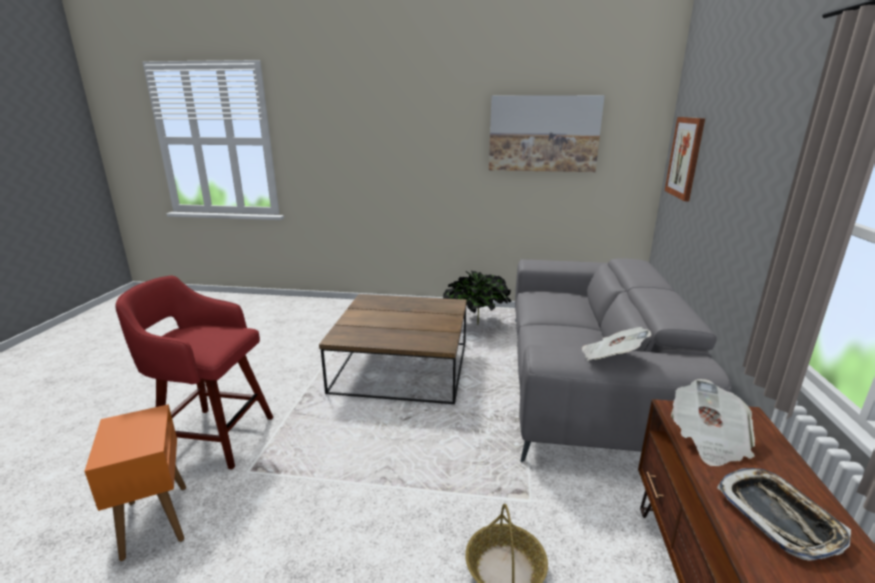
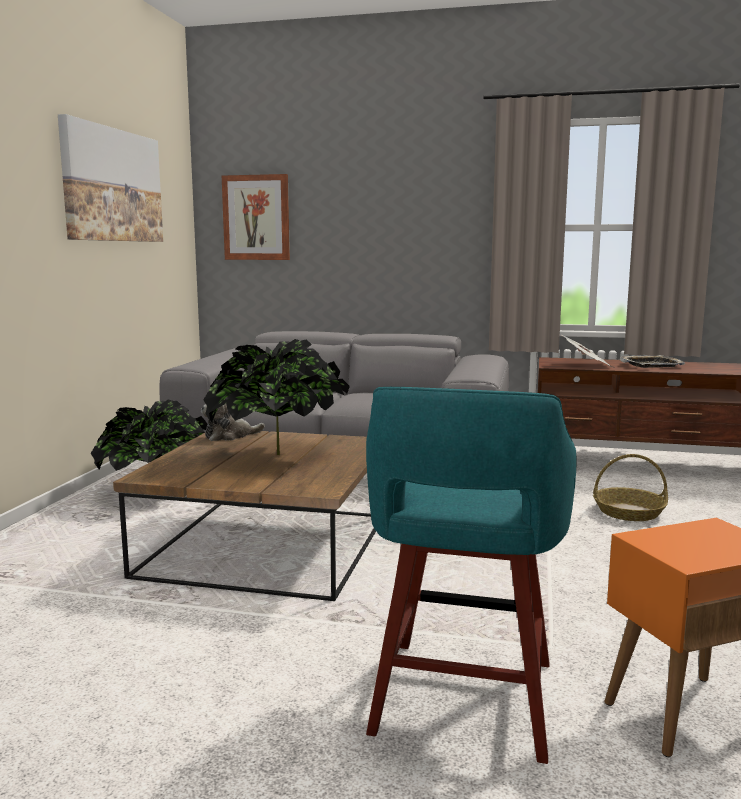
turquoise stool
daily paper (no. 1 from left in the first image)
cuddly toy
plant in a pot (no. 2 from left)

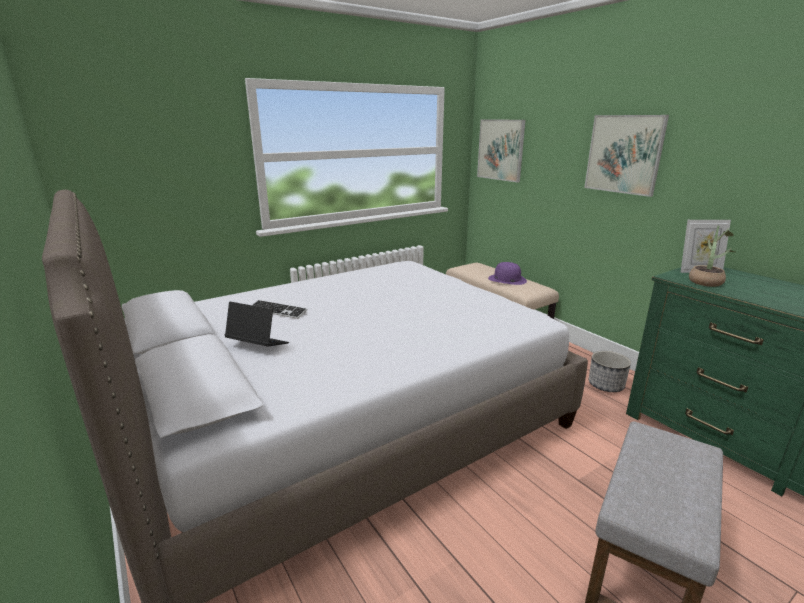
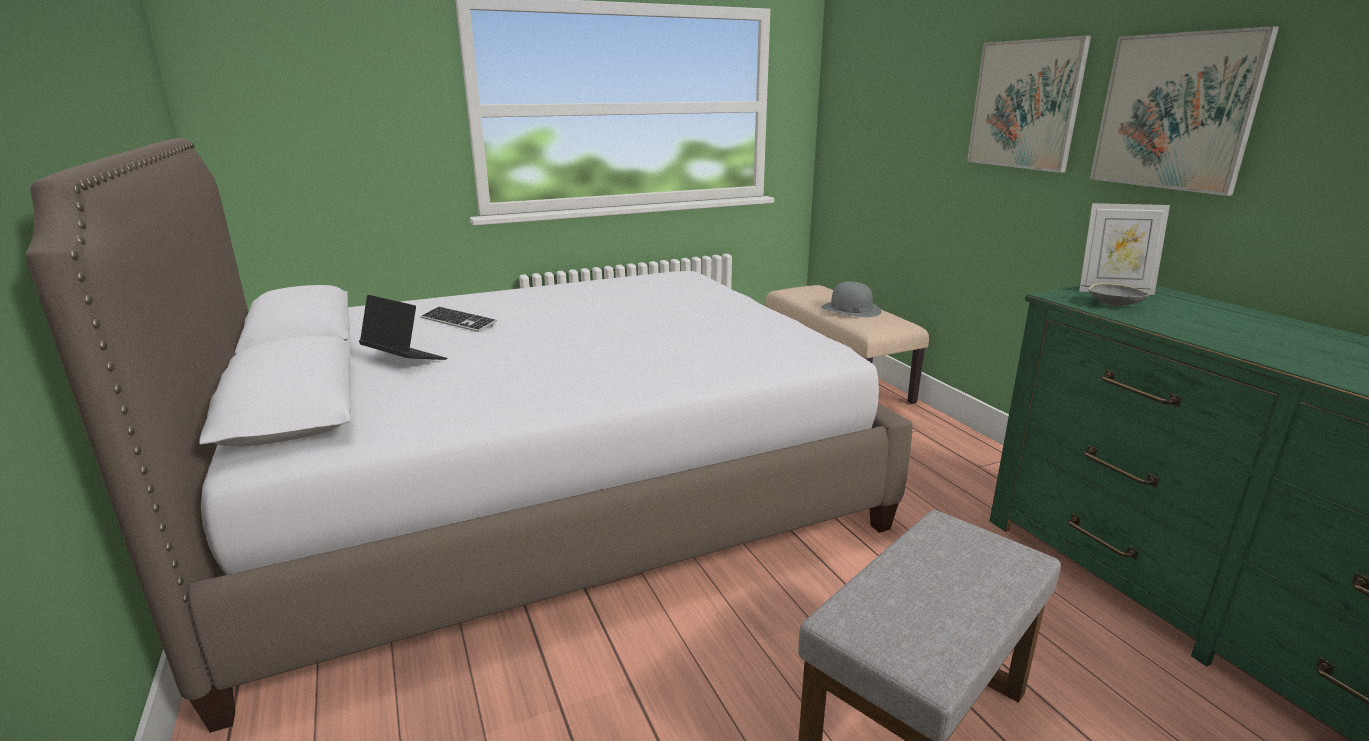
picture (no. 2 from left)
grey wearable hat
plant pot
grey deep dish

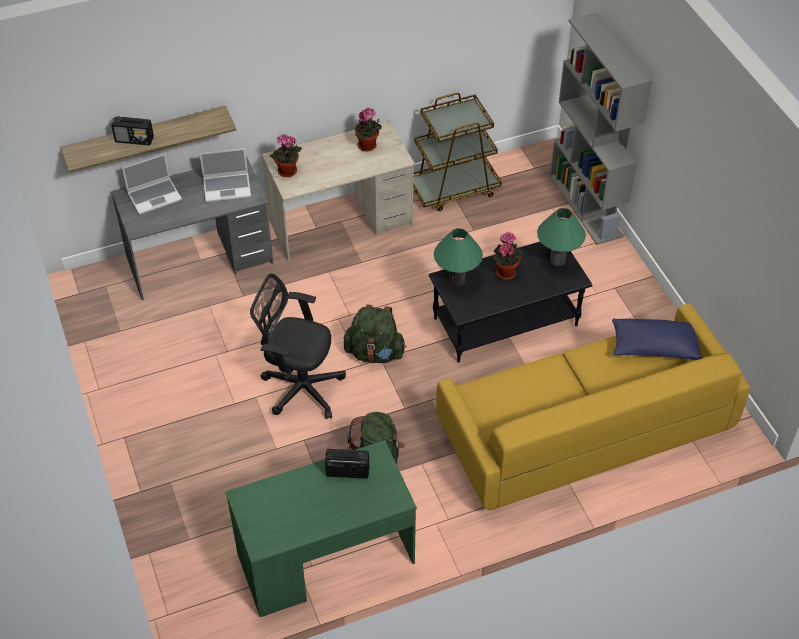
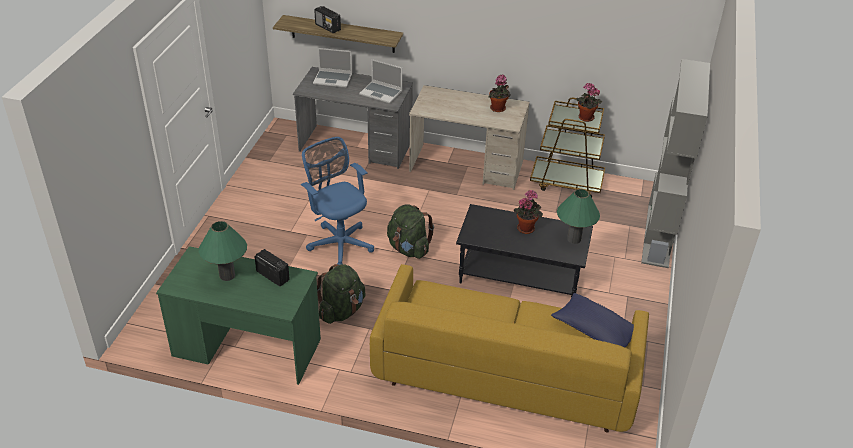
blue computer chair
plant in a pot (no. 3 from left)
green lamp for a table (no. 1 from left)

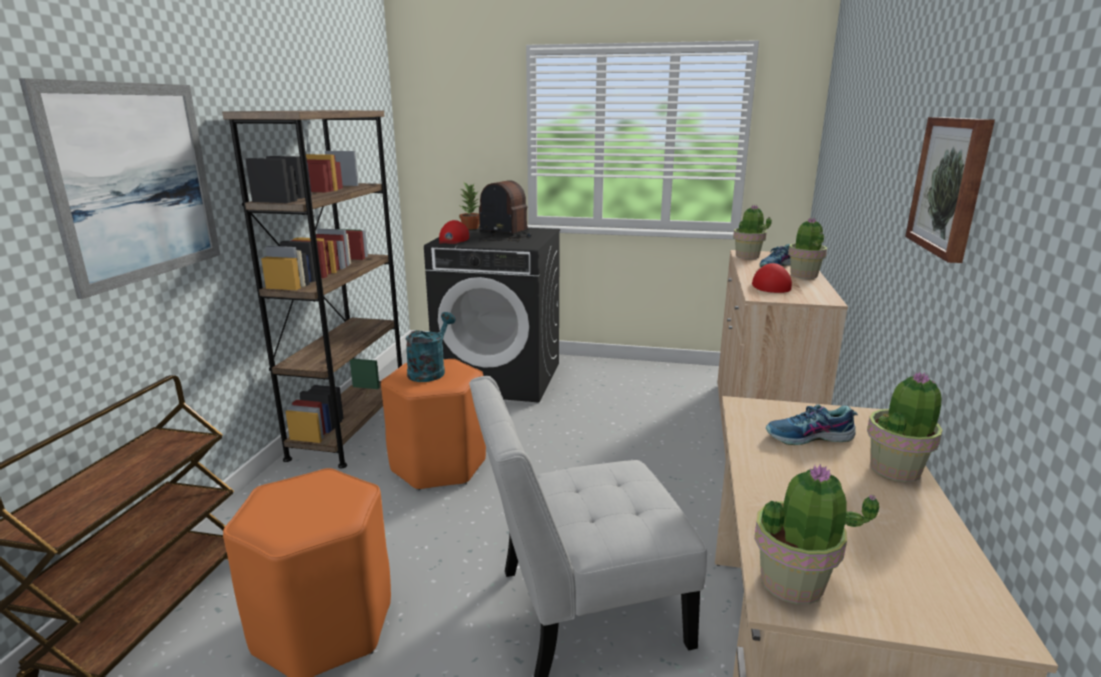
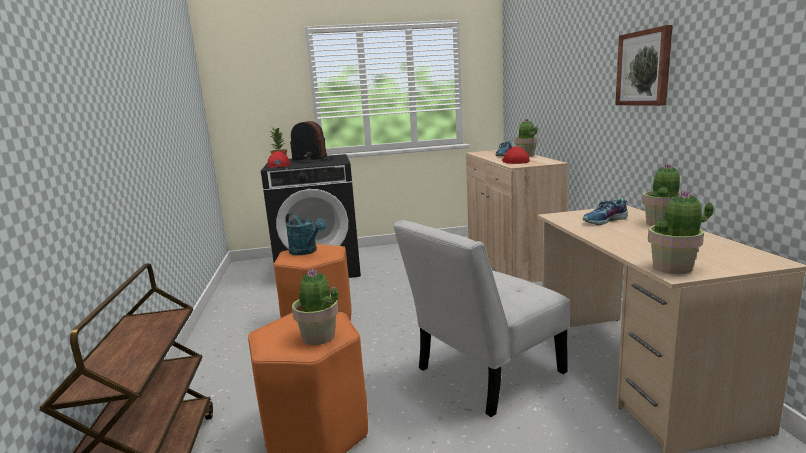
picture (no. 1 from left in the first image)
brownish bookshelf
turquoise watering pot
plant in a pot (no. 2 from left)

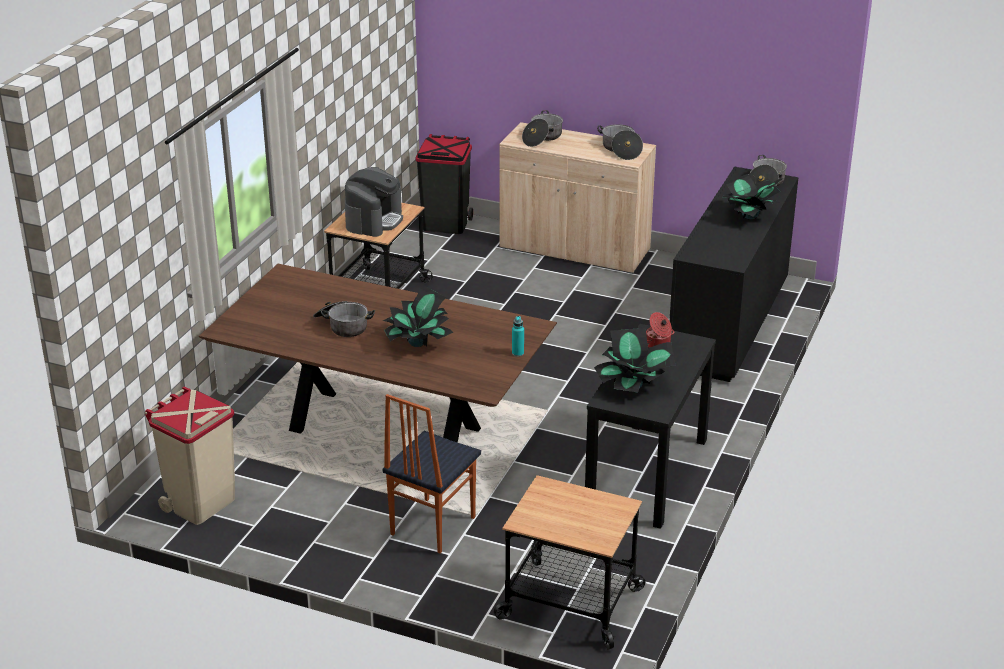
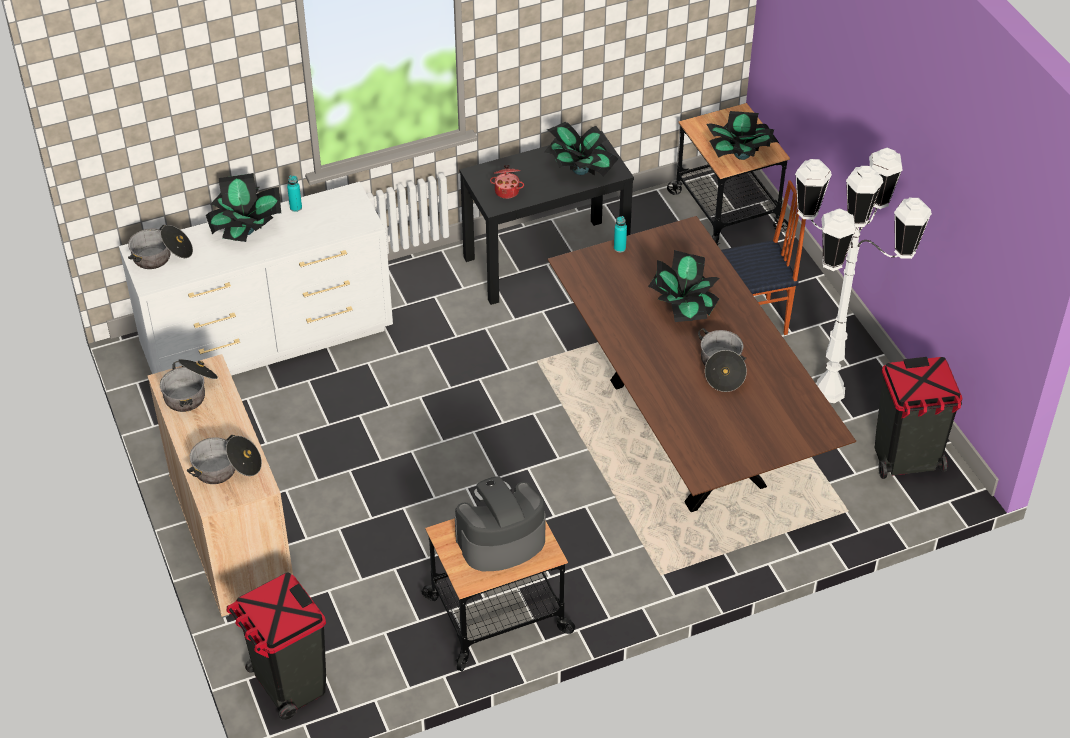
black-coloured waste bin (no. 2 from left)
white-coloured drawer chest
turquoise beverage bottle (no. 1 from left)
plant in a pot (no. 4 from left)
white-coloured standing lamp

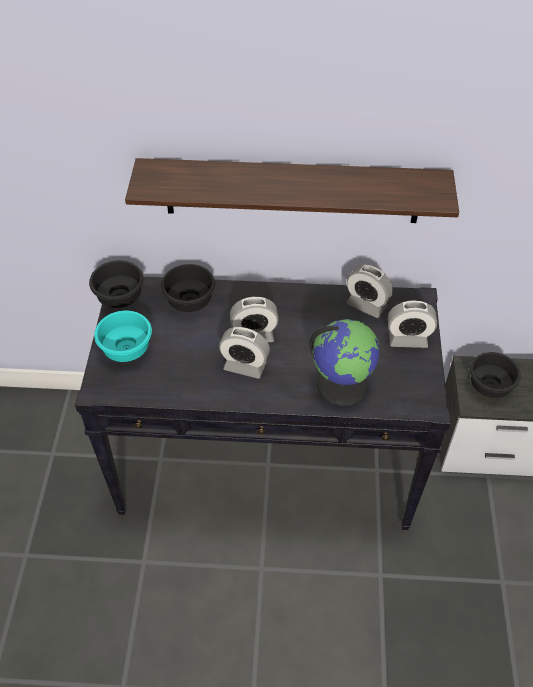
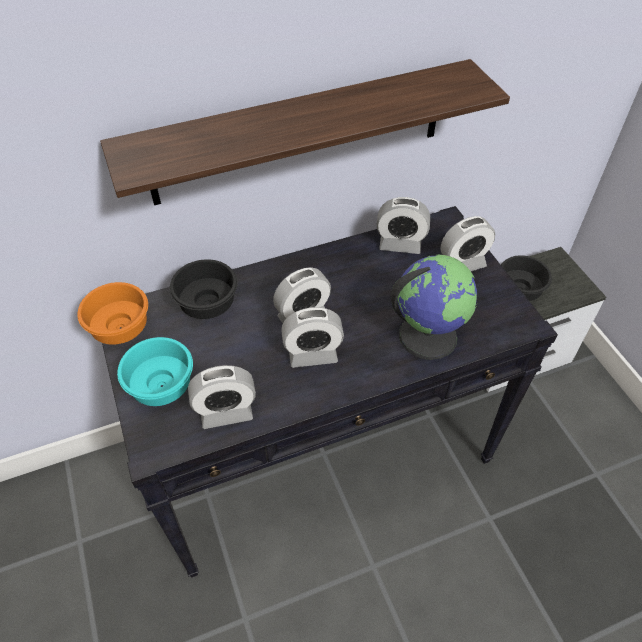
orangey deep dish
bedside clock (no. 1 from left)

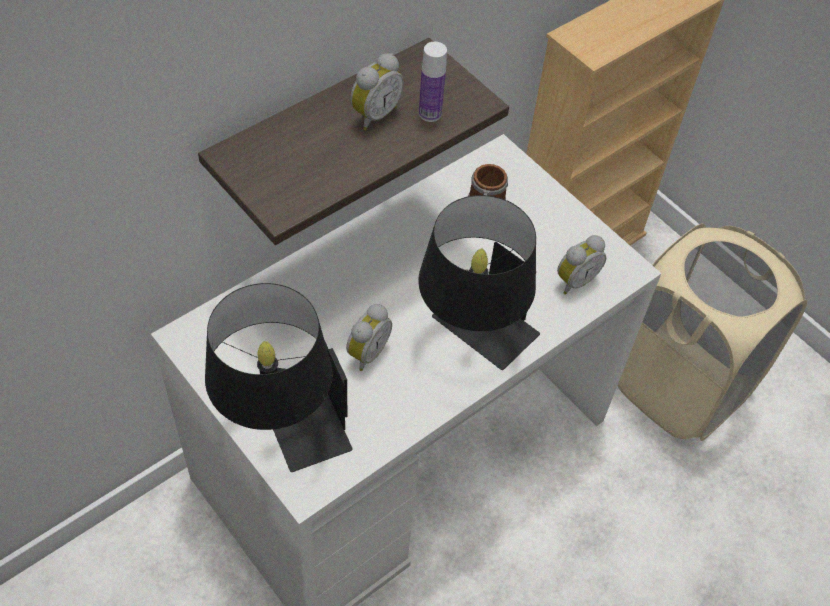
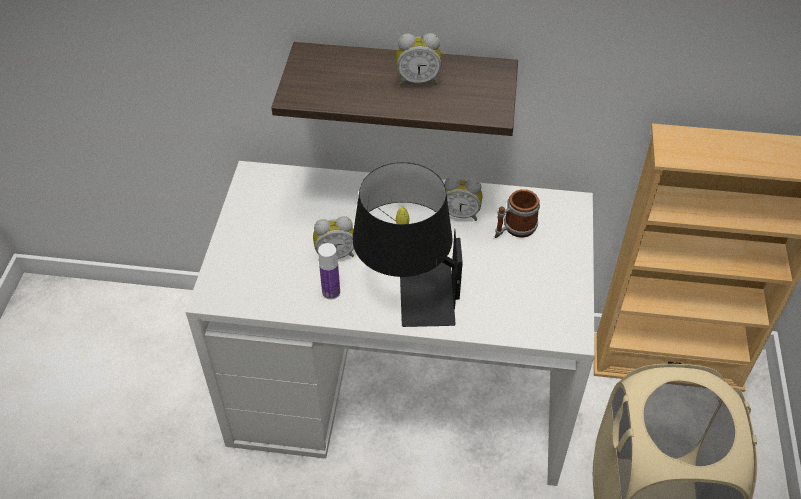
black-coloured lamp for a table (no. 1 from left in the first image)
beverage bottle
bedside clock (no. 3 from left)

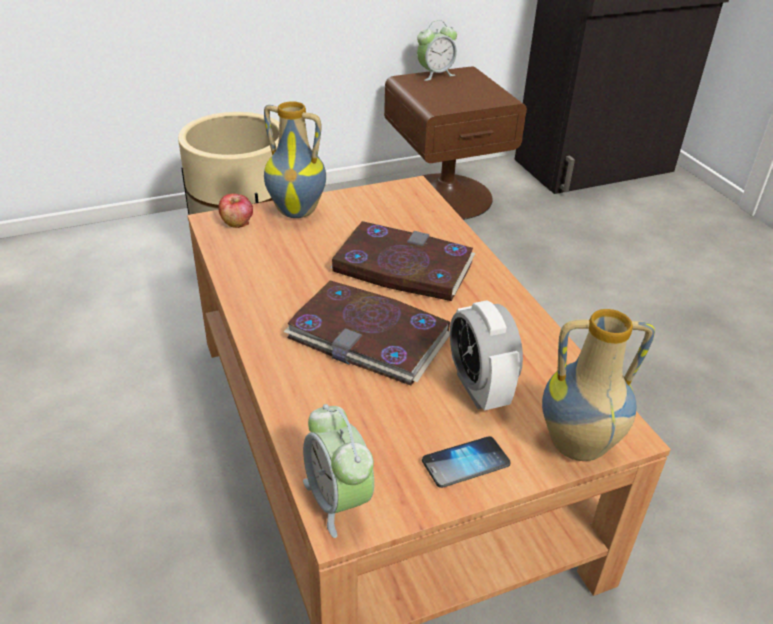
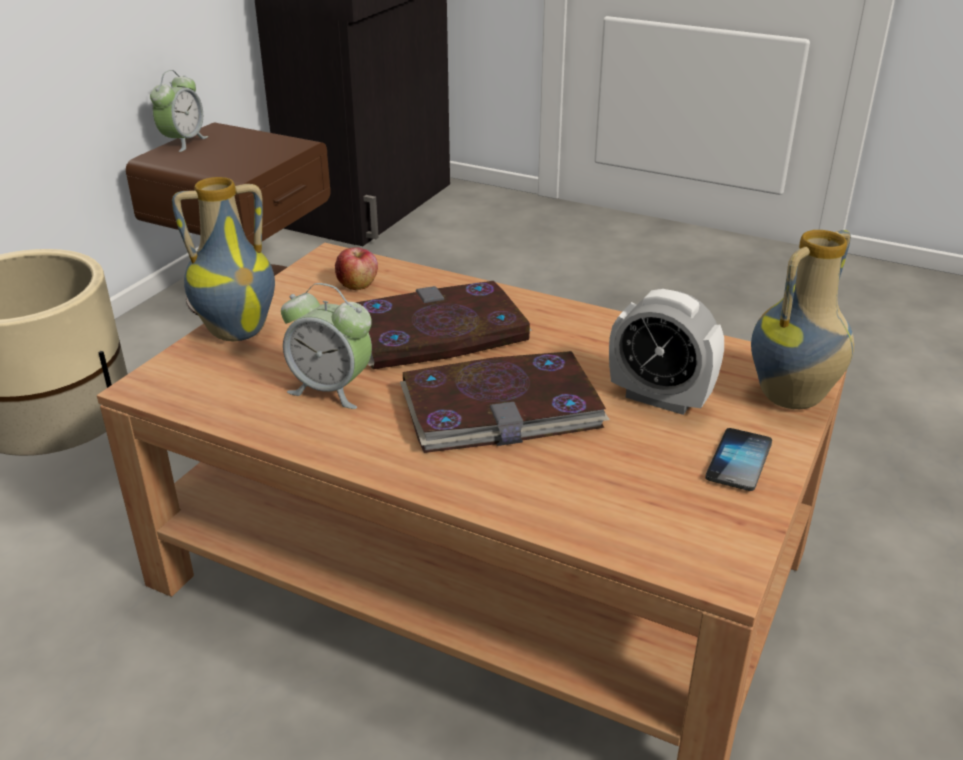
apple
bedside clock (no. 2 from left)

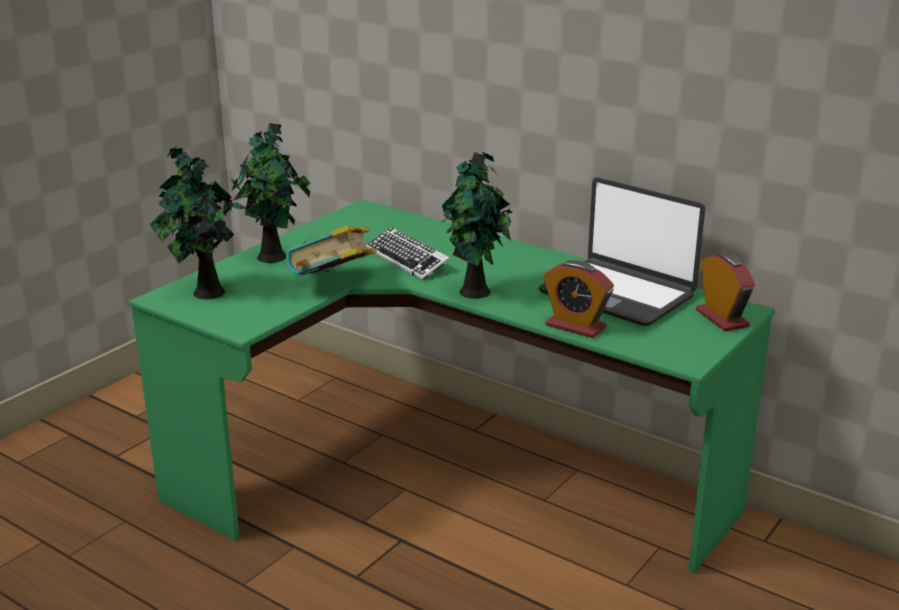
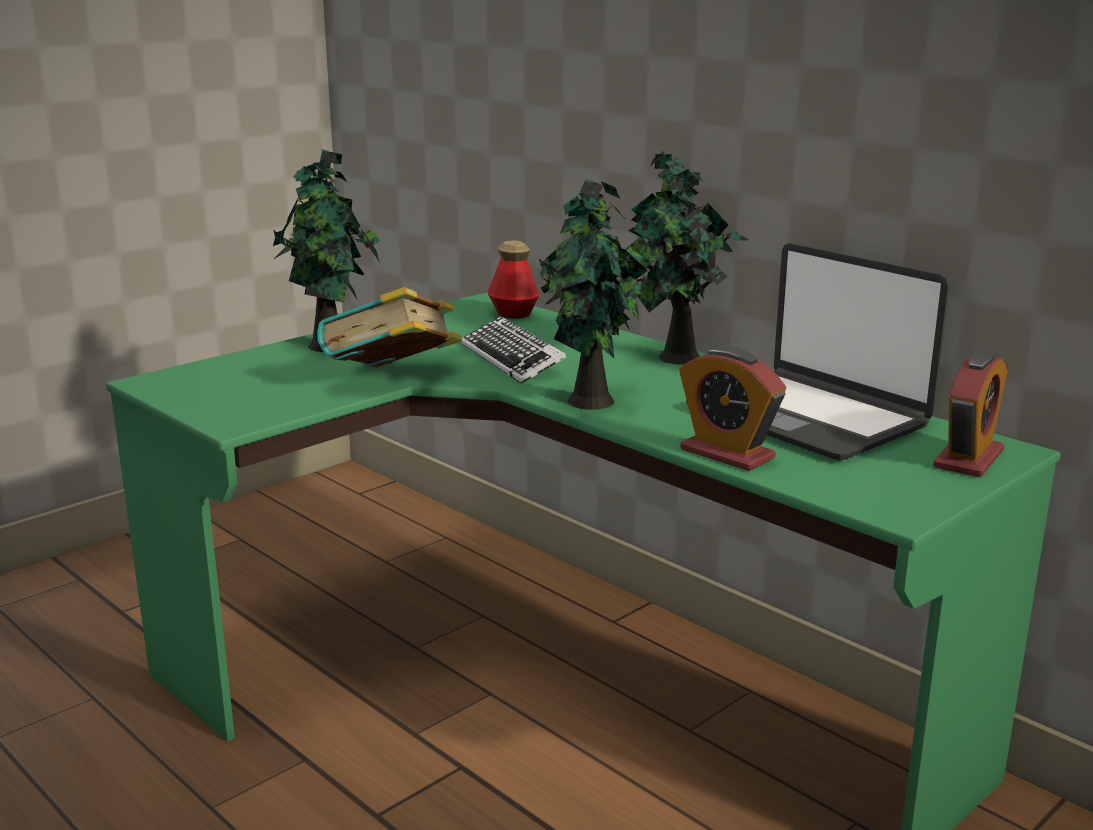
plant in a pot (no. 3 from left)
bedside clock (no. 2 from left)
beverage bottle

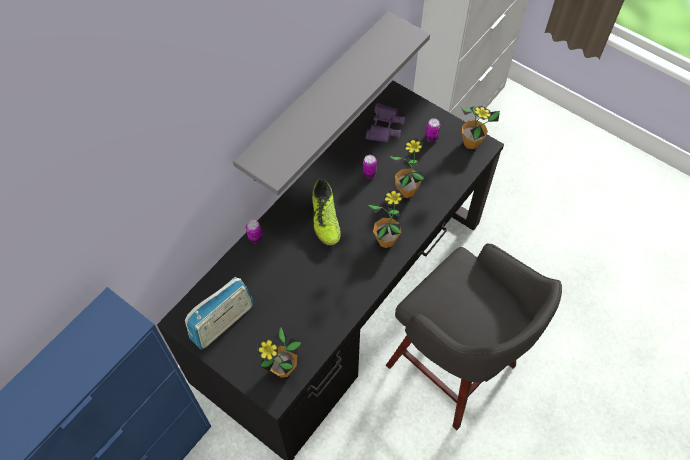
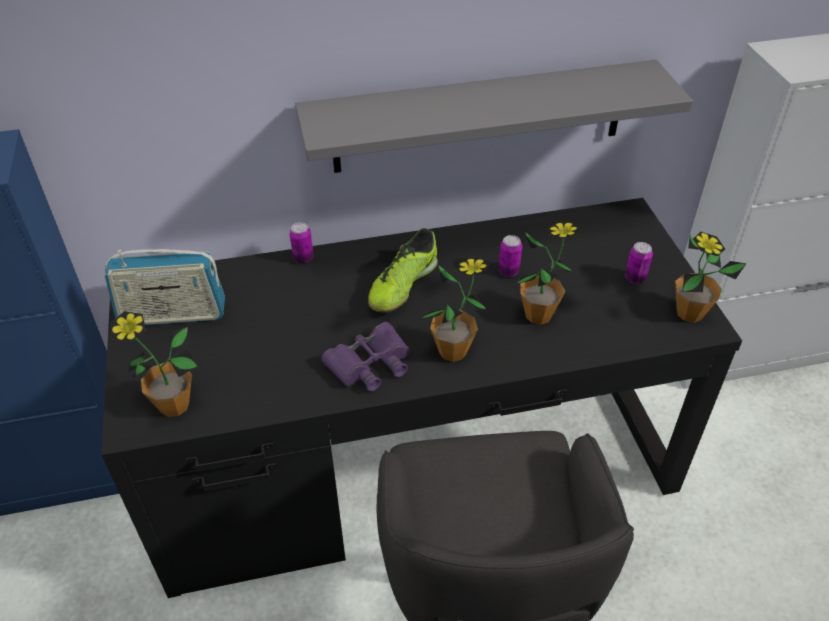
purplish pair of binoculars

